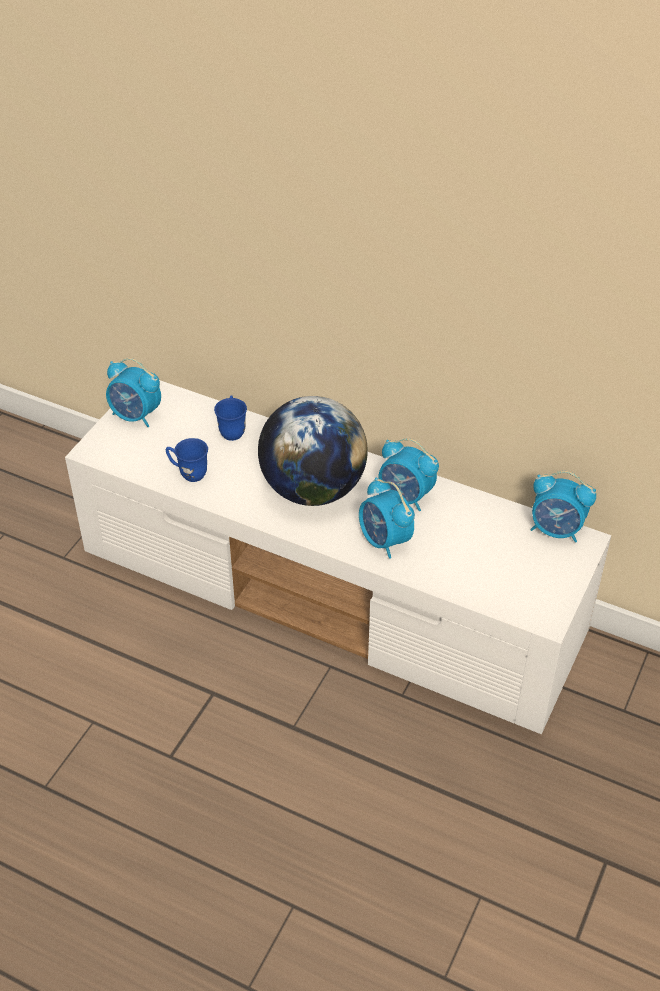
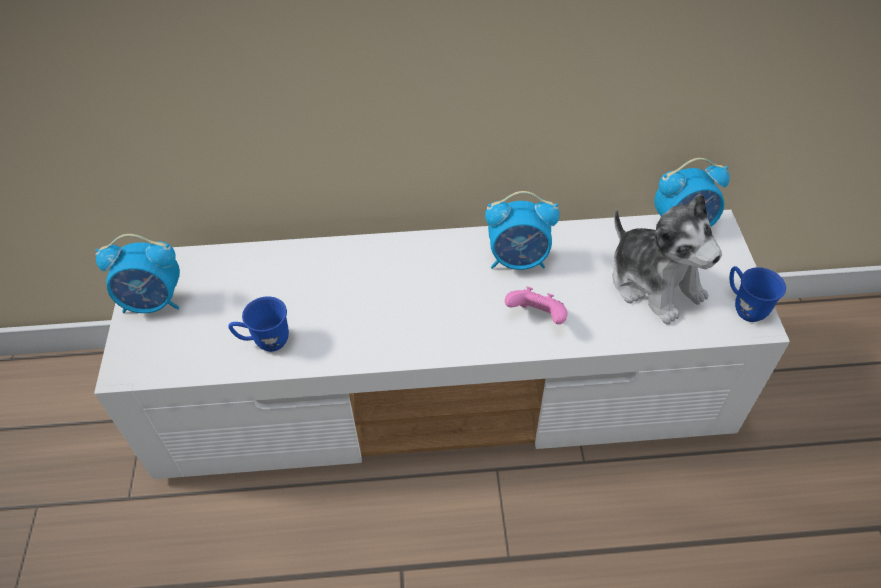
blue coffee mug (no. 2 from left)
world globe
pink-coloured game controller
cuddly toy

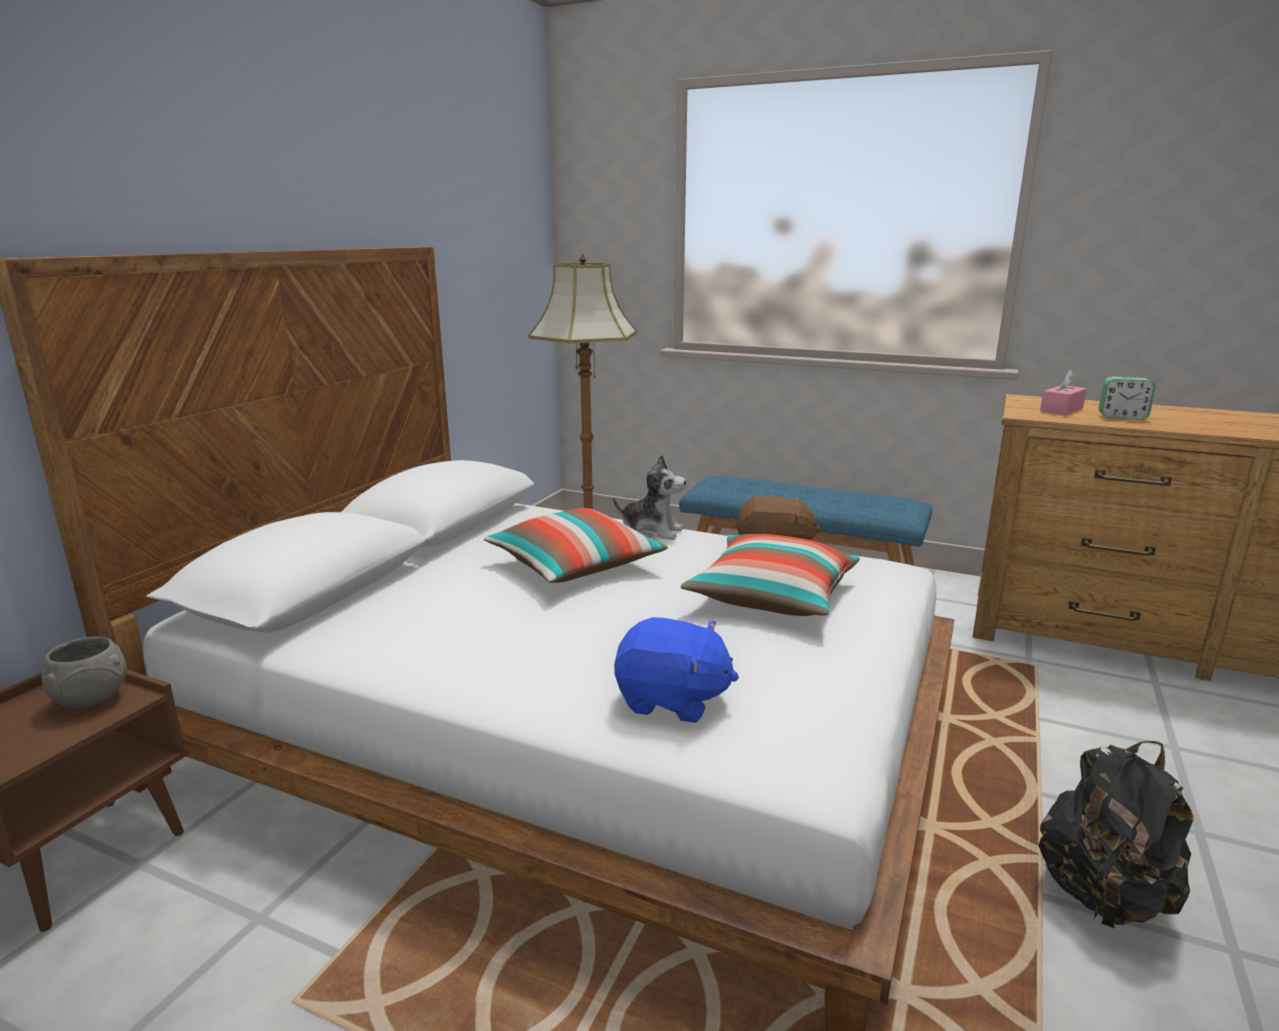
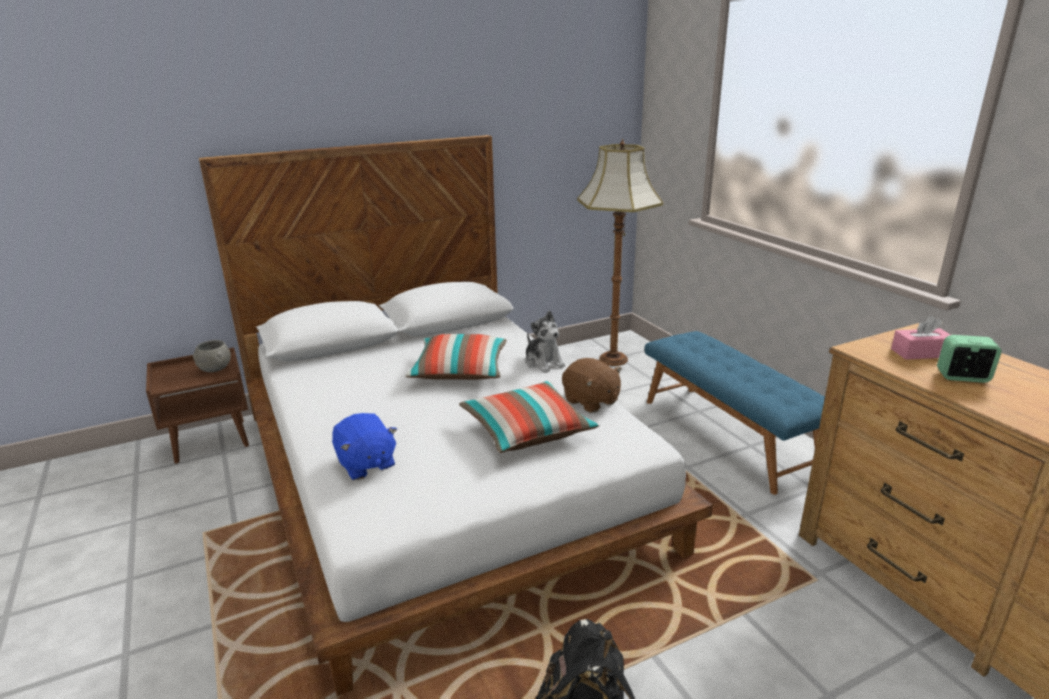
bedside clock

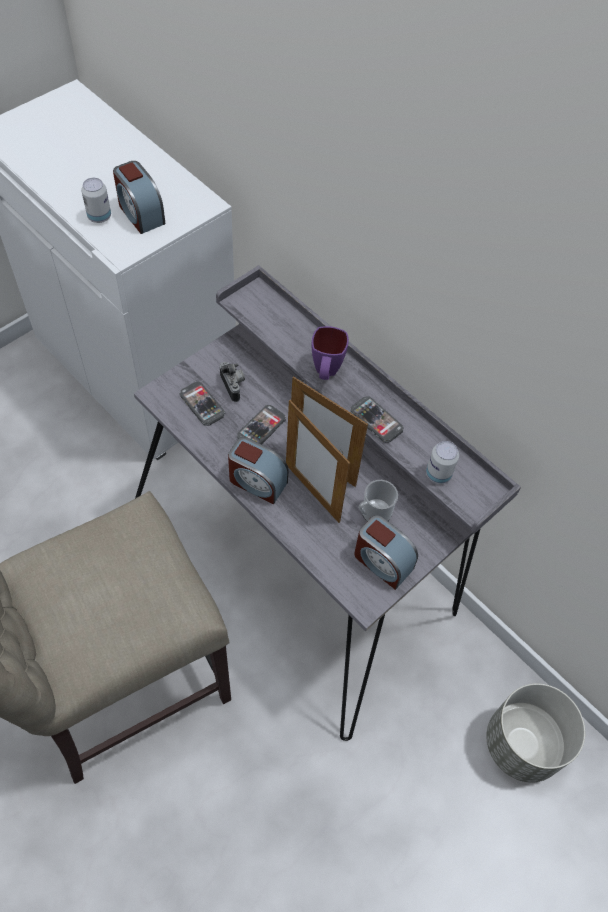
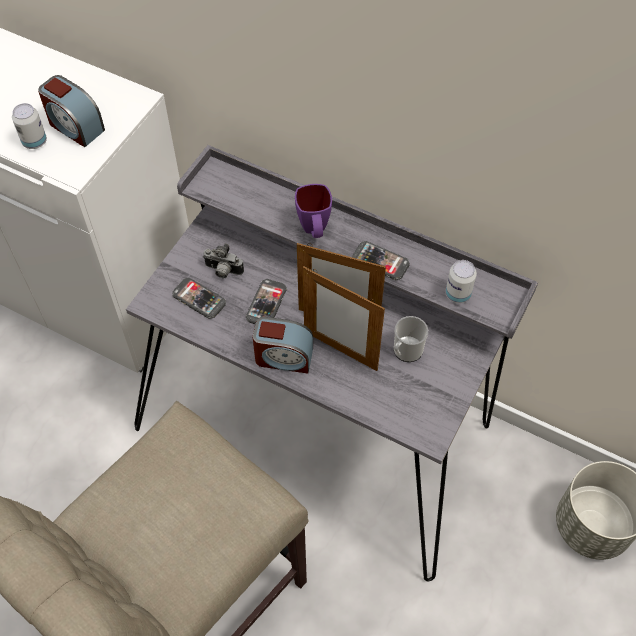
still camera
bedside clock (no. 3 from left in the first image)

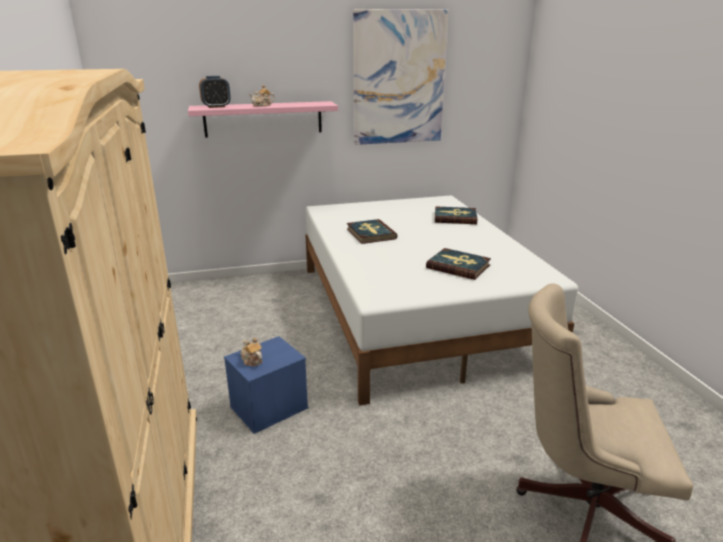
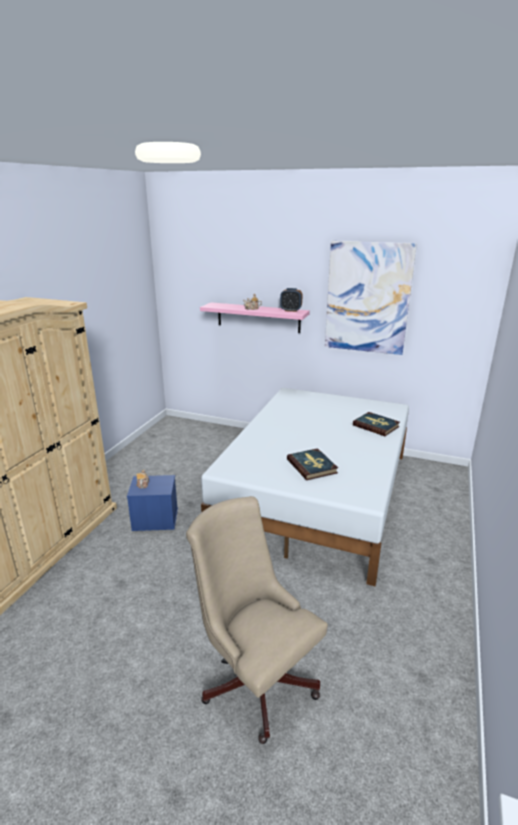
bedside clock
volume (no. 1 from left in the first image)

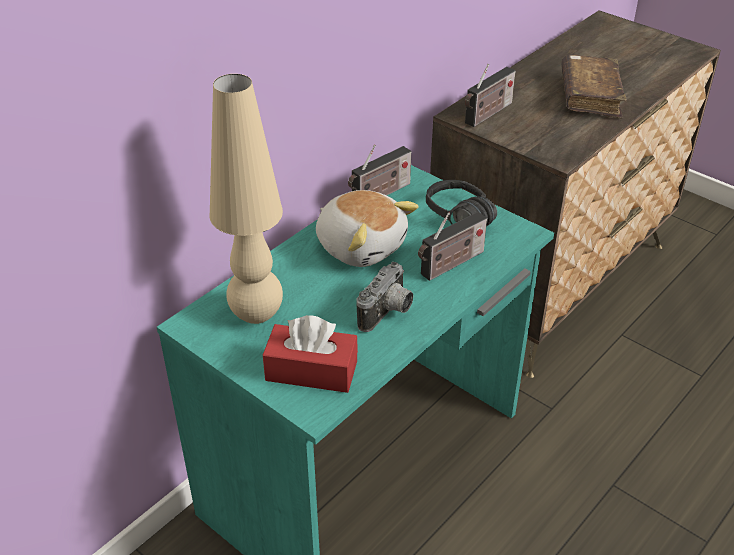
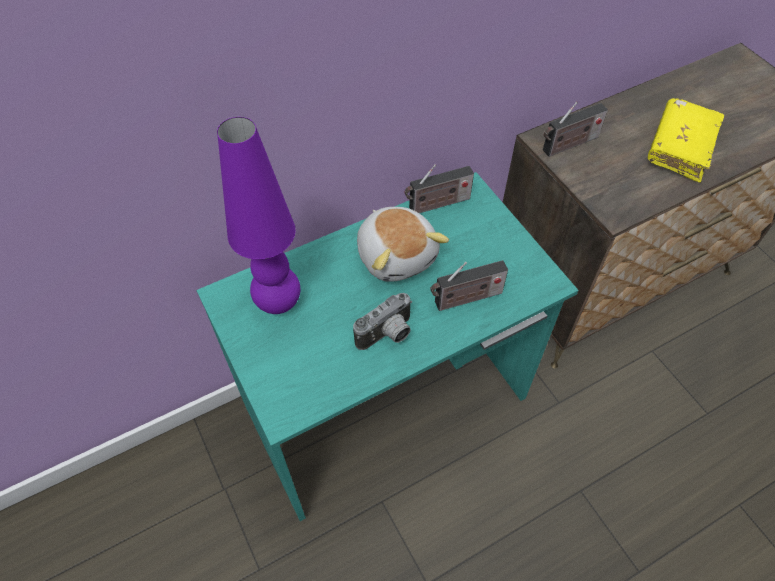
purplish lamp for a table
red tissue box
black-coloured headset
yellowish volume

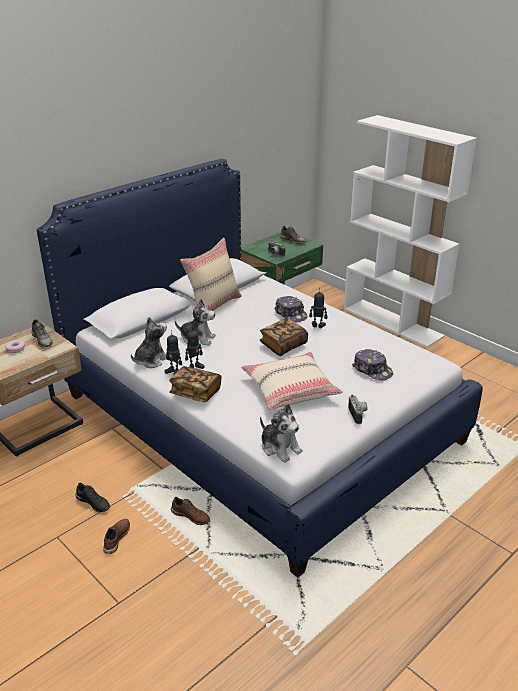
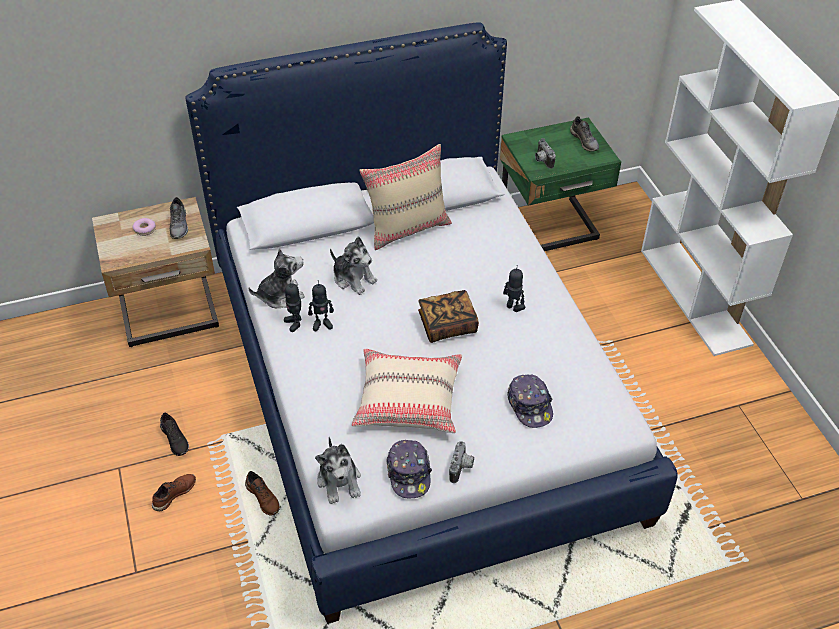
volume (no. 1 from left in the first image)
baseball cap (no. 1 from left)

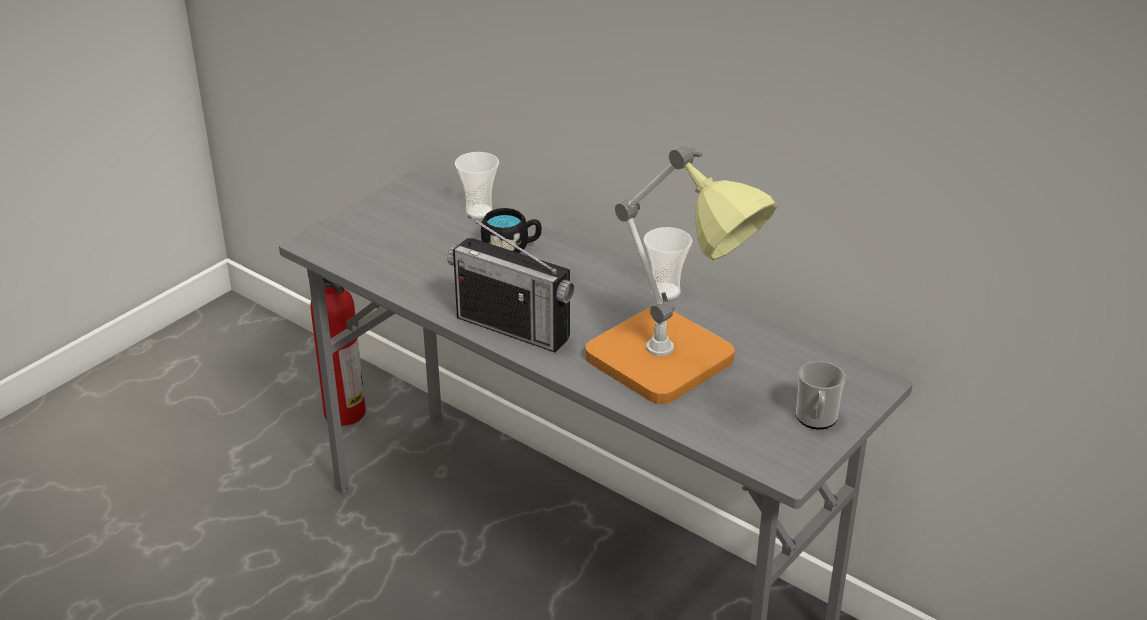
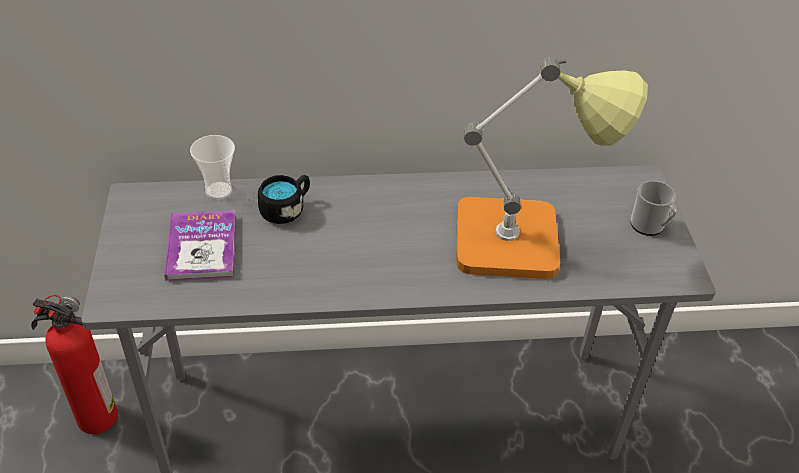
radio
drinking cup (no. 2 from left in the first image)
volume

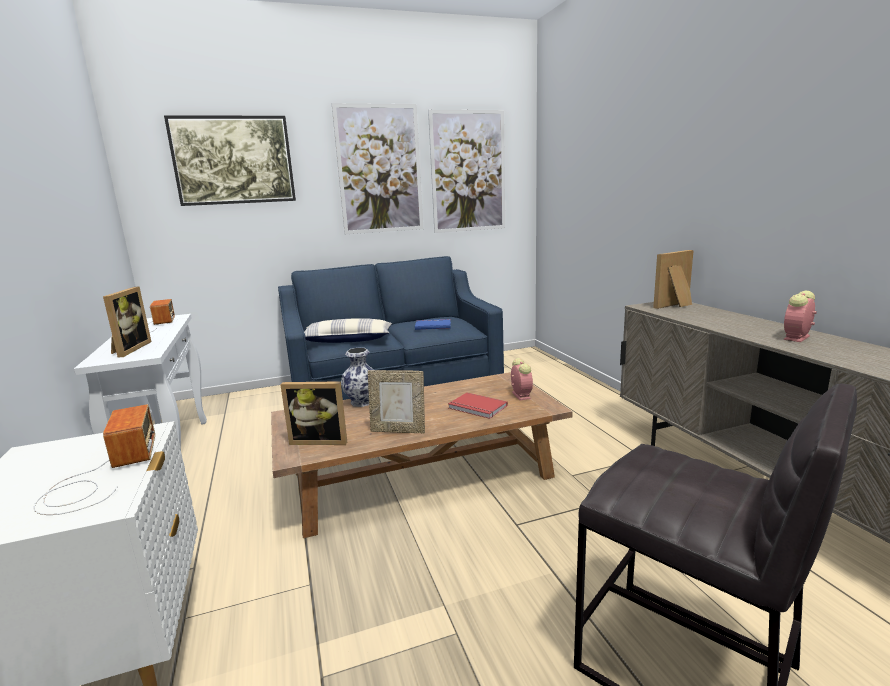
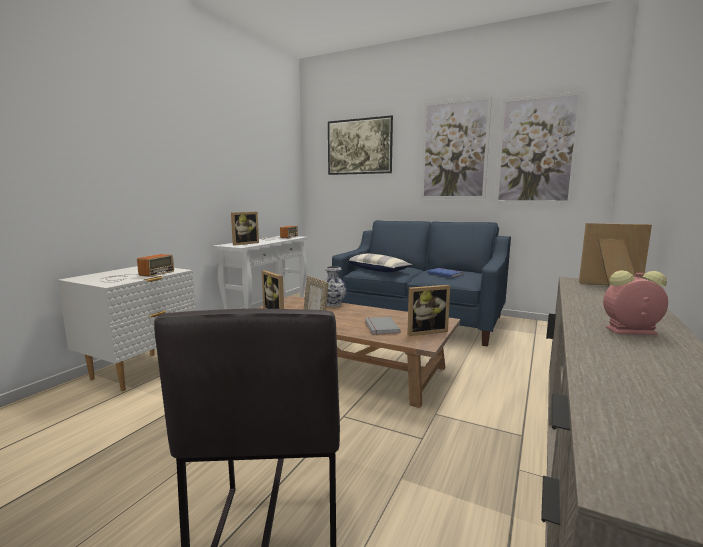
grey volume
picture frame (no. 4 from left)

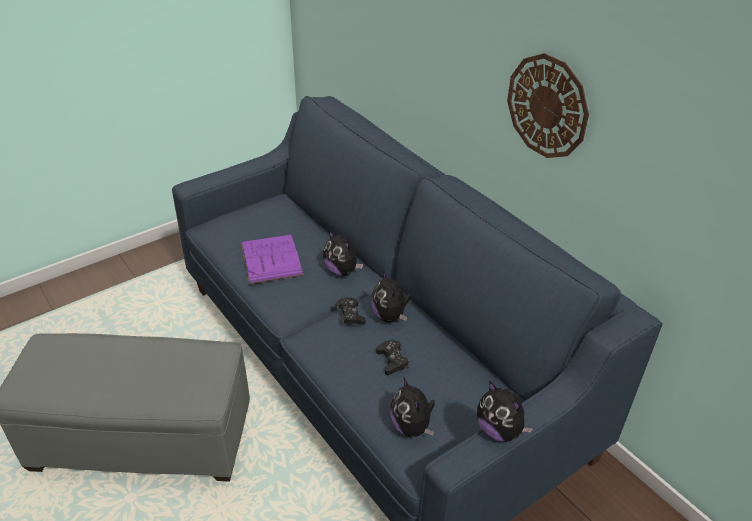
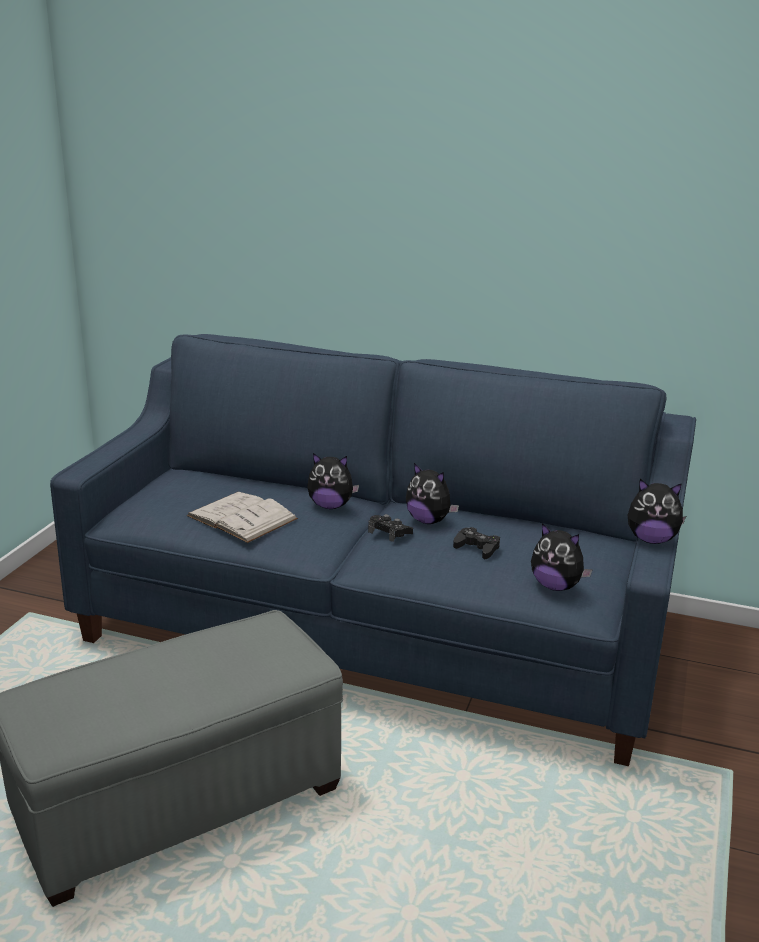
white-coloured volume
hanging clock

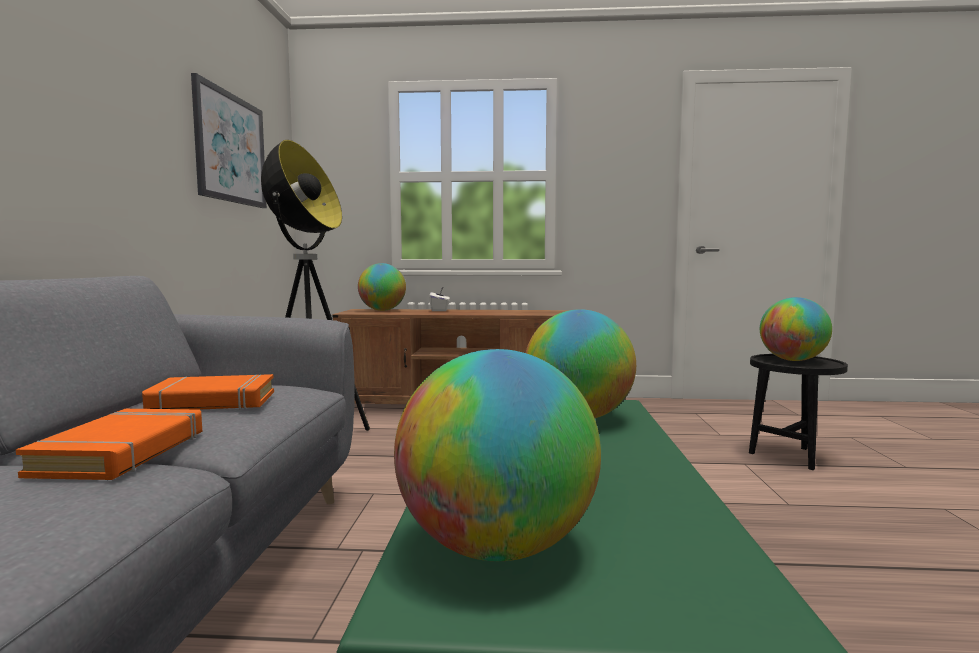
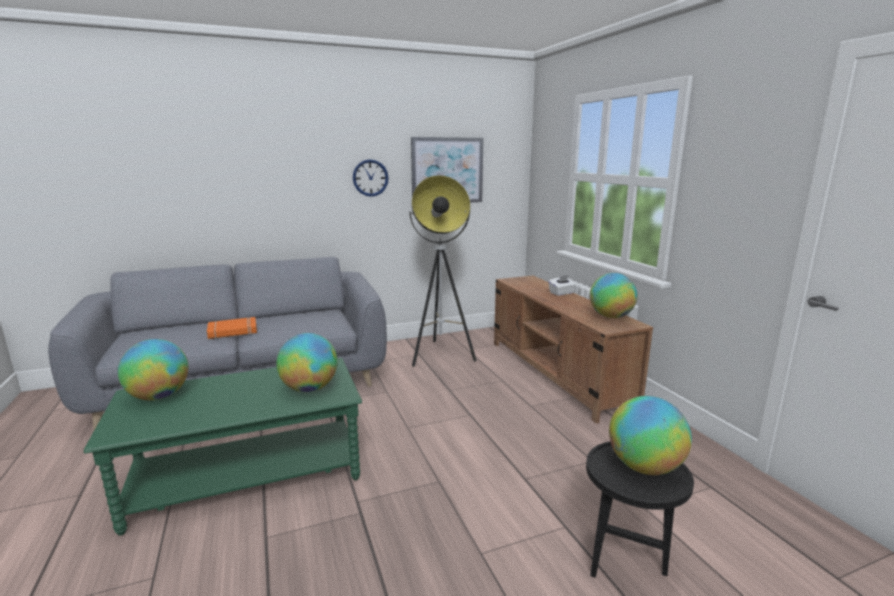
orangey volume (no. 2 from left in the first image)
world globe (no. 3 from left)
hanging clock

